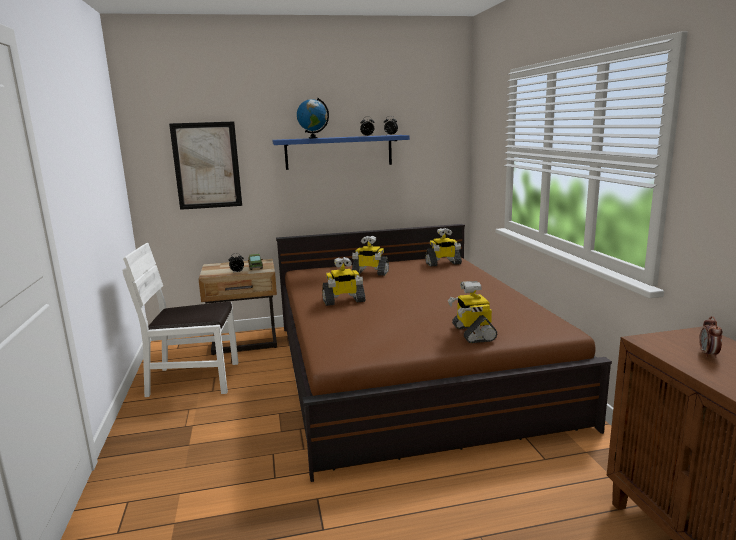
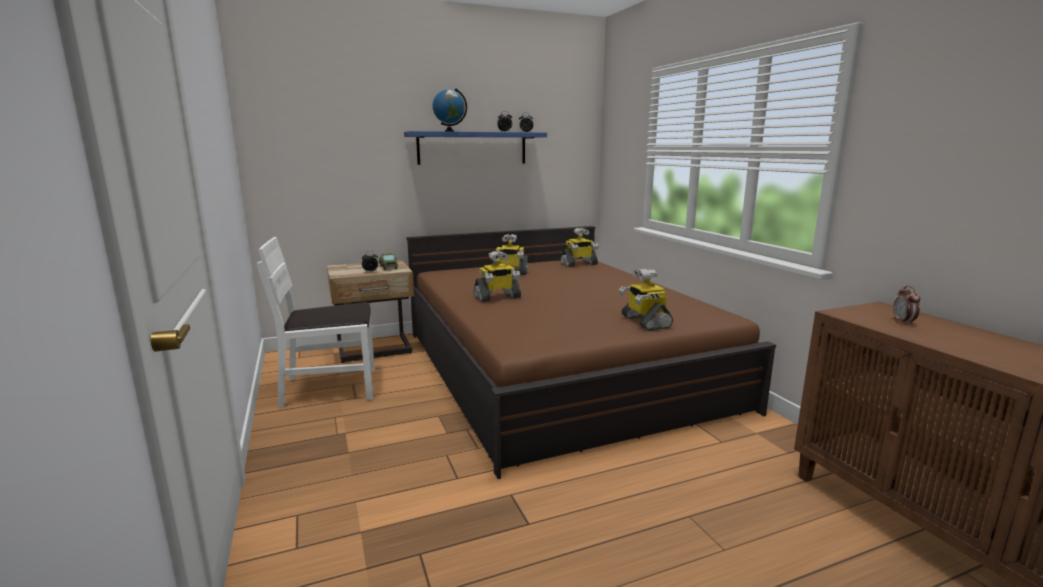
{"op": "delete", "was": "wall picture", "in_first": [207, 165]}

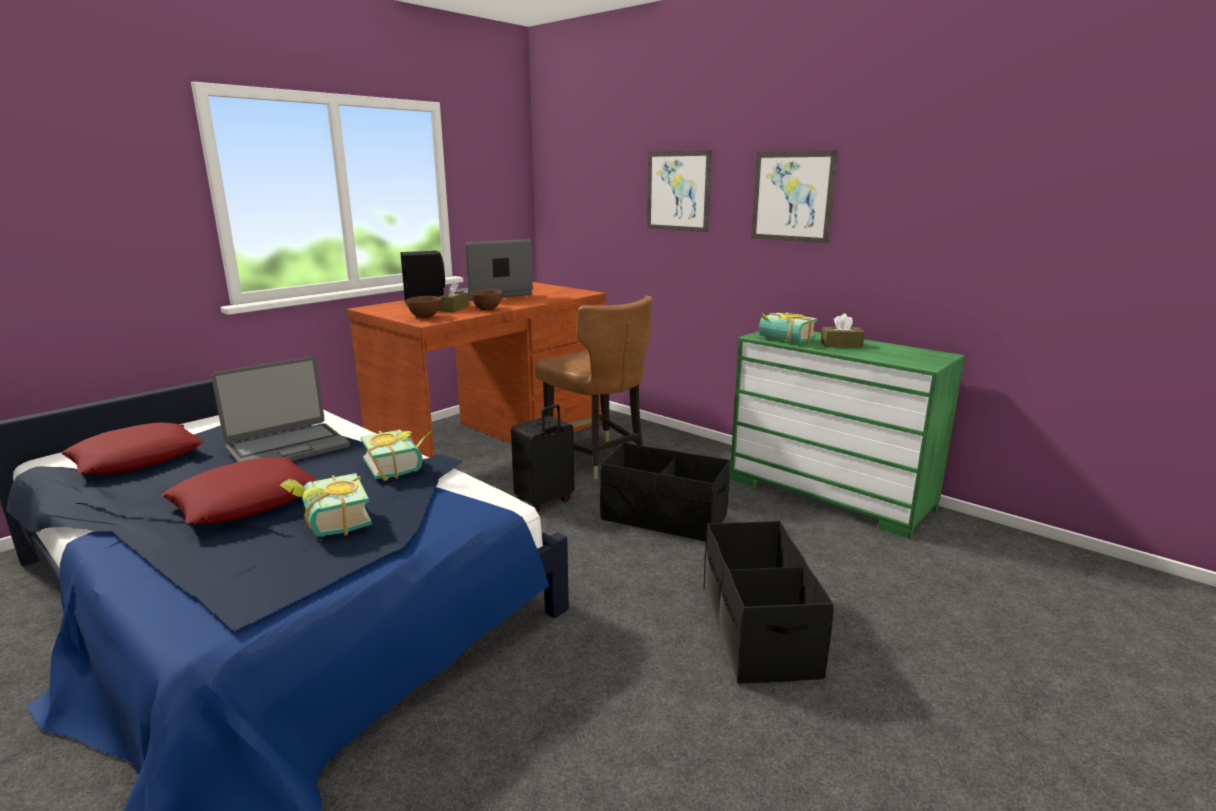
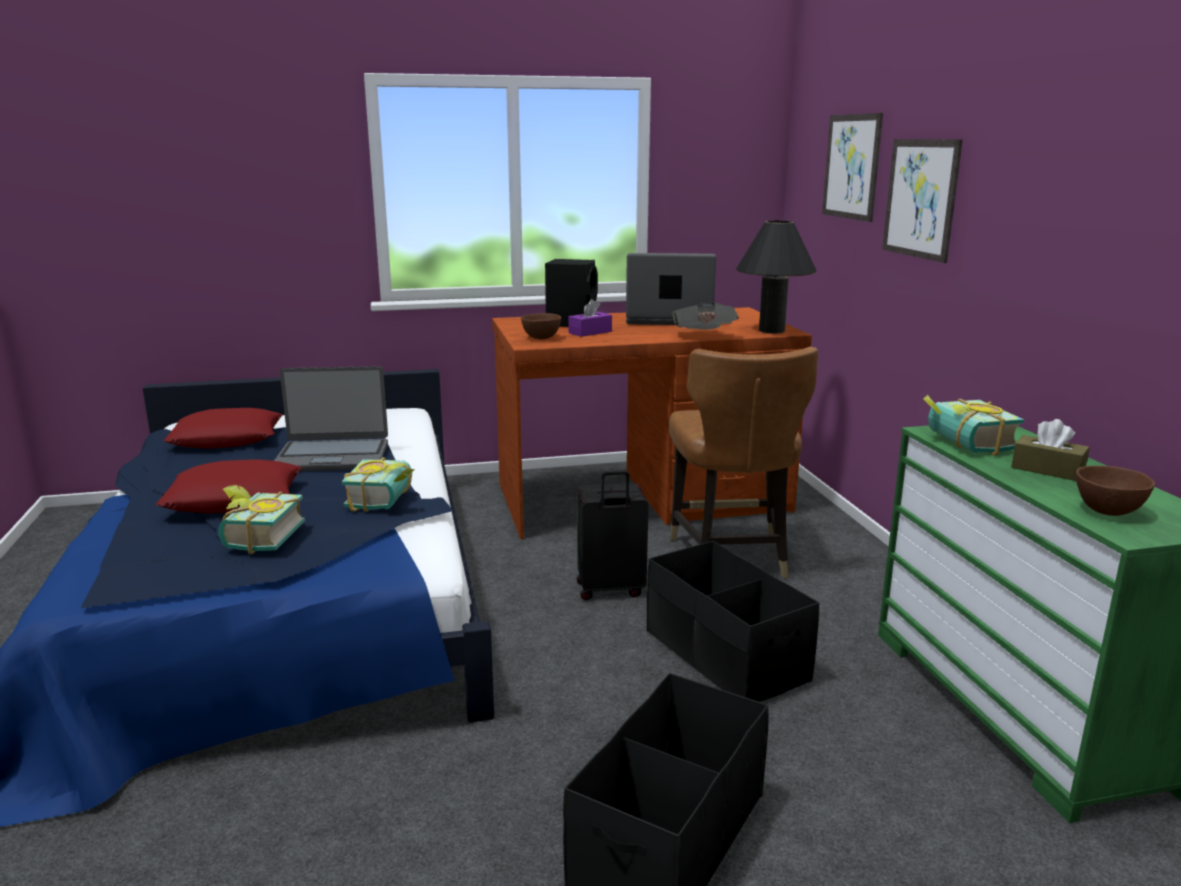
{"op": "move", "was": "wall picture", "in_first": [792, 196], "in_second": [851, 166]}
{"op": "recolor", "was": "tissue holder in brown", "now": "tissue holder in purplish", "in_first": [454, 308], "in_second": [590, 332]}
{"op": "move", "was": "serving bowl in brown", "in_first": [487, 309], "in_second": [1108, 511]}
{"op": "insert", "now": "table lamp in black", "in_second": [771, 330]}
{"op": "insert", "now": "newspaper", "in_second": [704, 336]}

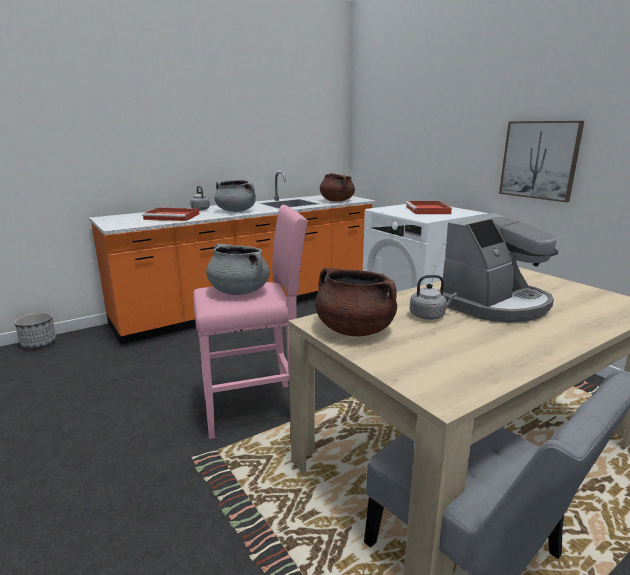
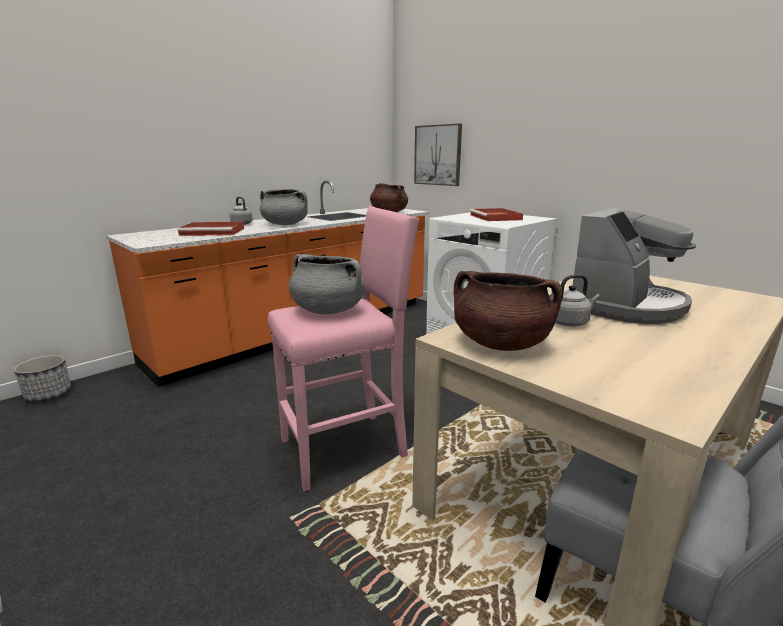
{"op": "move", "was": "wall picture", "in_first": [539, 160], "in_second": [438, 155]}

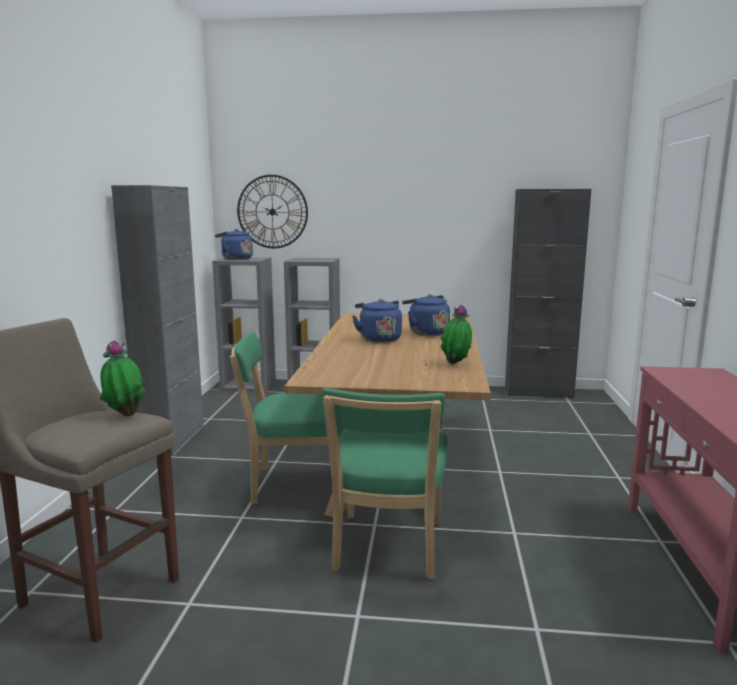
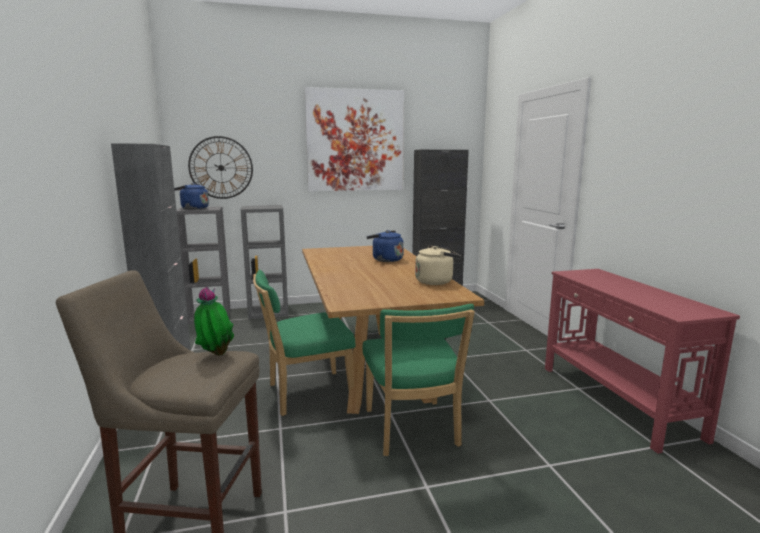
{"op": "delete", "was": "kettle in blue", "in_first": [378, 339]}
{"op": "replace", "was": "plant in a pot", "now": "kettle in sand-coloured", "in_first": [456, 364], "in_second": [436, 281]}
{"op": "insert", "now": "wall picture", "in_second": [355, 141]}

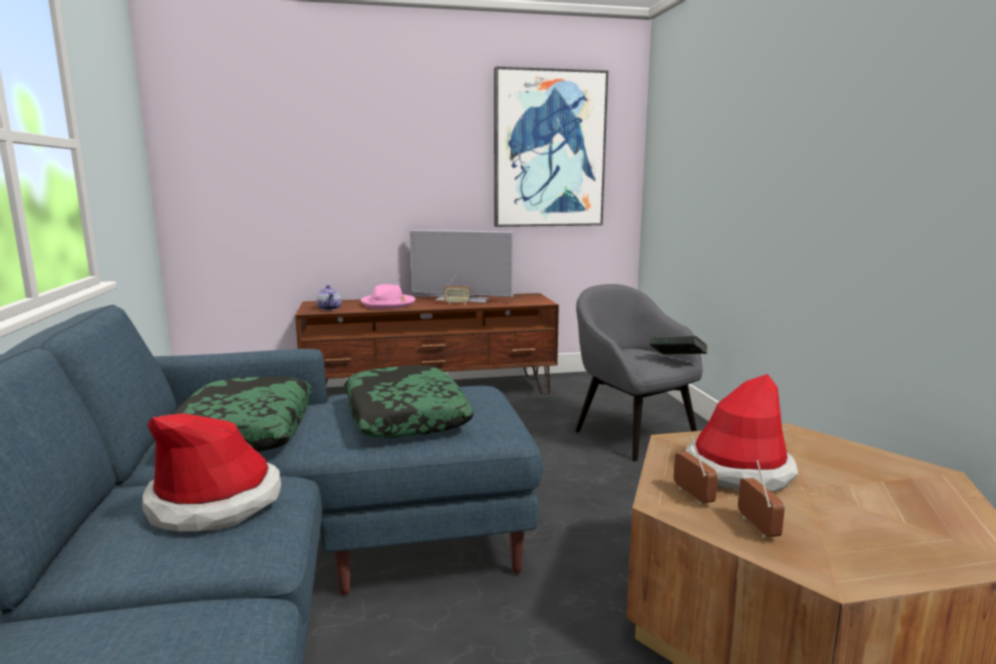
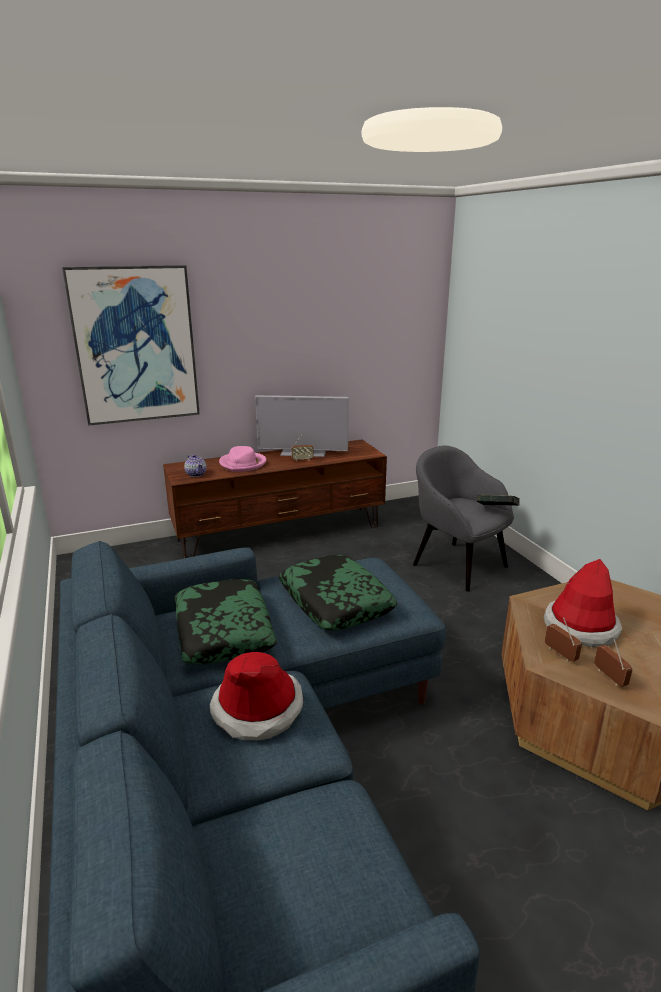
{"op": "move", "was": "wall picture", "in_first": [549, 150], "in_second": [135, 345]}

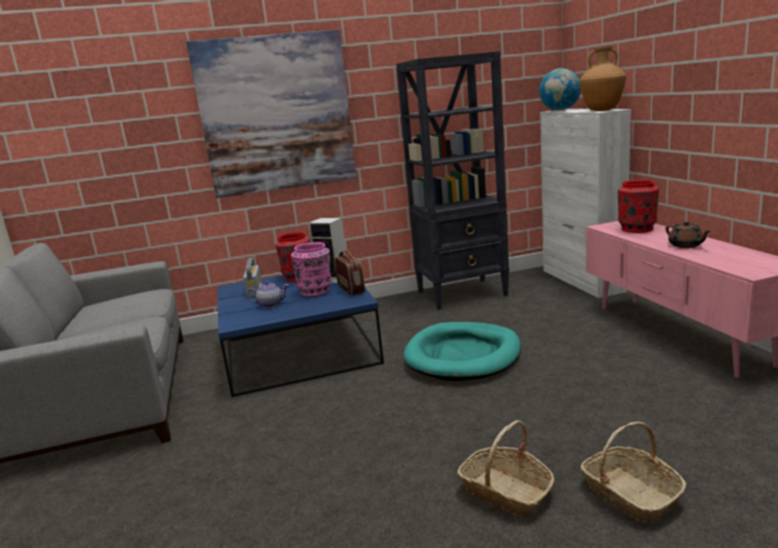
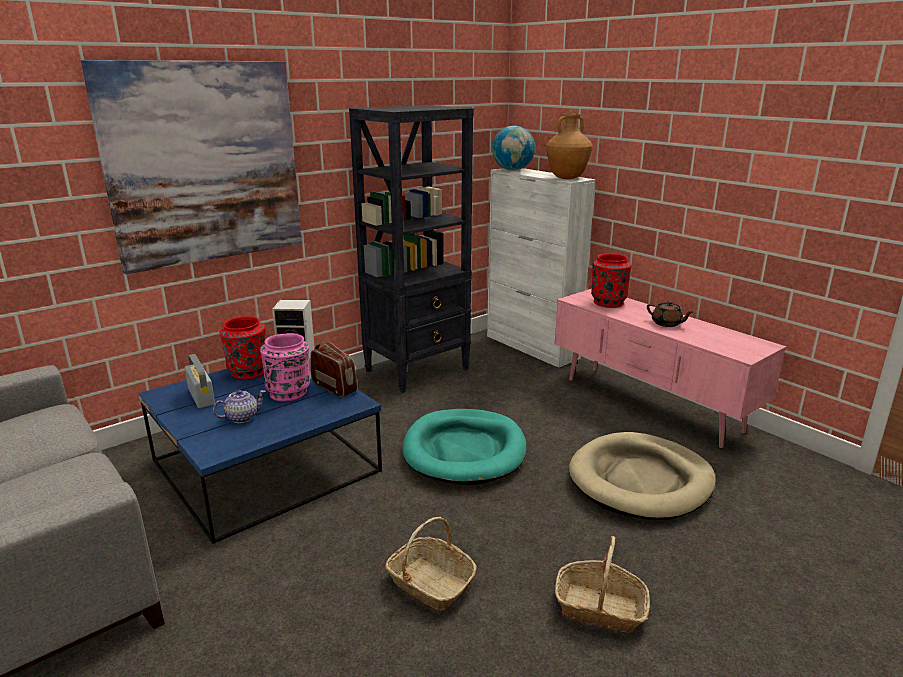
{"op": "move", "was": "basket", "in_first": [630, 494], "in_second": [430, 583]}
{"op": "insert", "now": "dog cushion in sand-coloured", "in_second": [640, 480]}

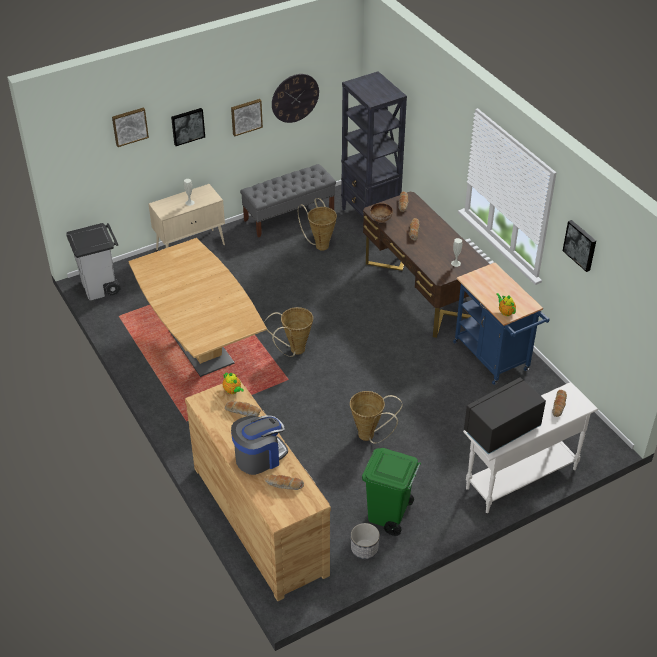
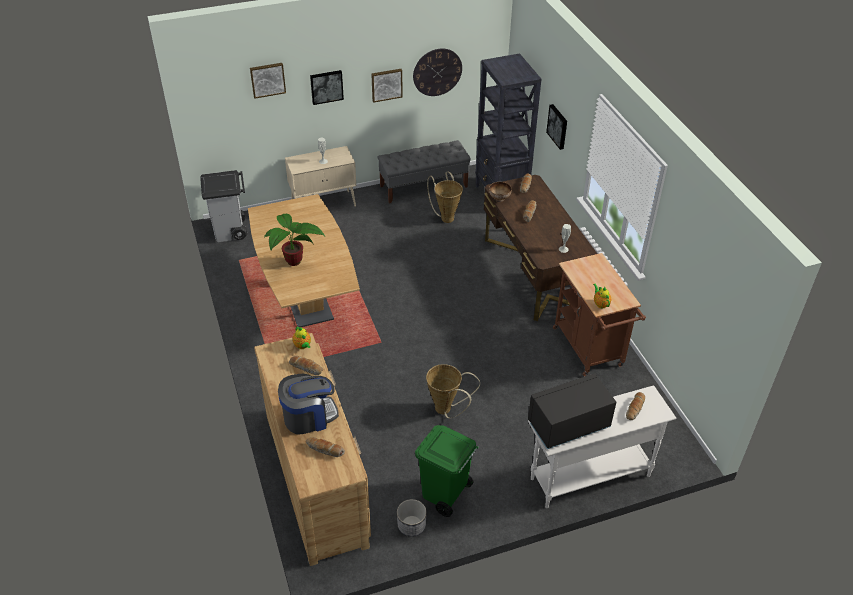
{"op": "move", "was": "wall picture", "in_first": [580, 245], "in_second": [558, 126]}
{"op": "recolor", "was": "wheeled cart in blue", "now": "wheeled cart in brown", "in_first": [494, 359], "in_second": [590, 350]}
{"op": "delete", "was": "basket", "in_first": [294, 350]}
{"op": "insert", "now": "plant in a pot", "in_second": [293, 263]}

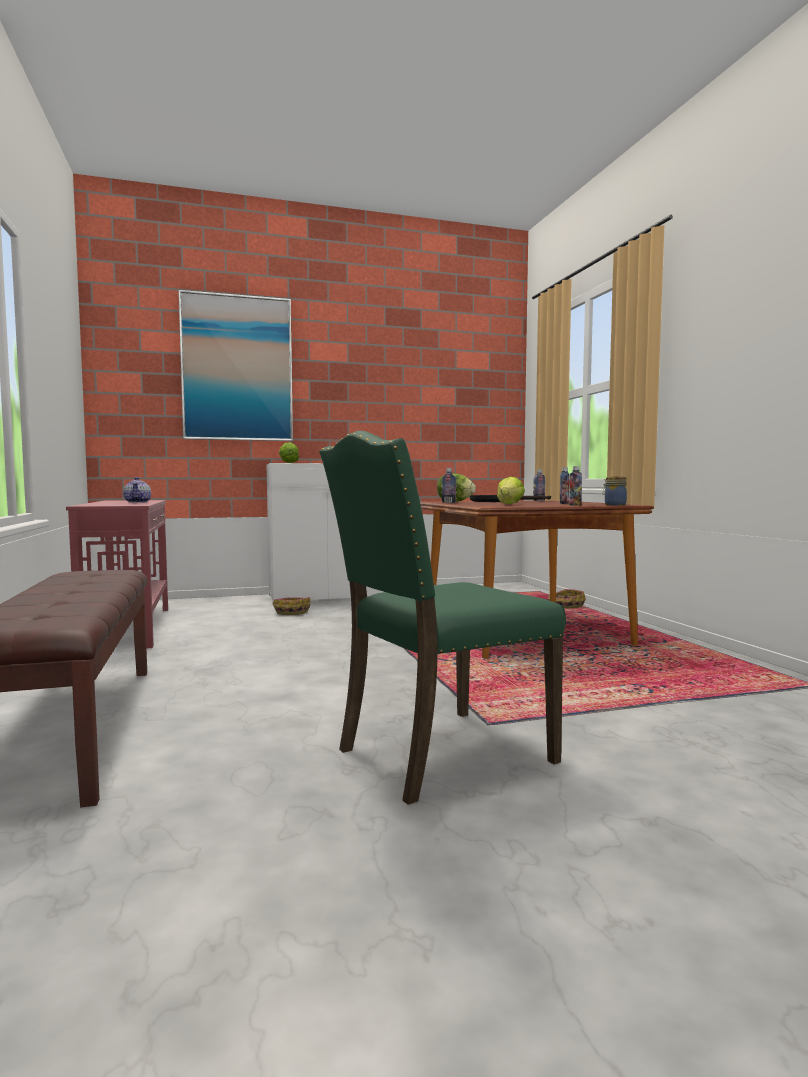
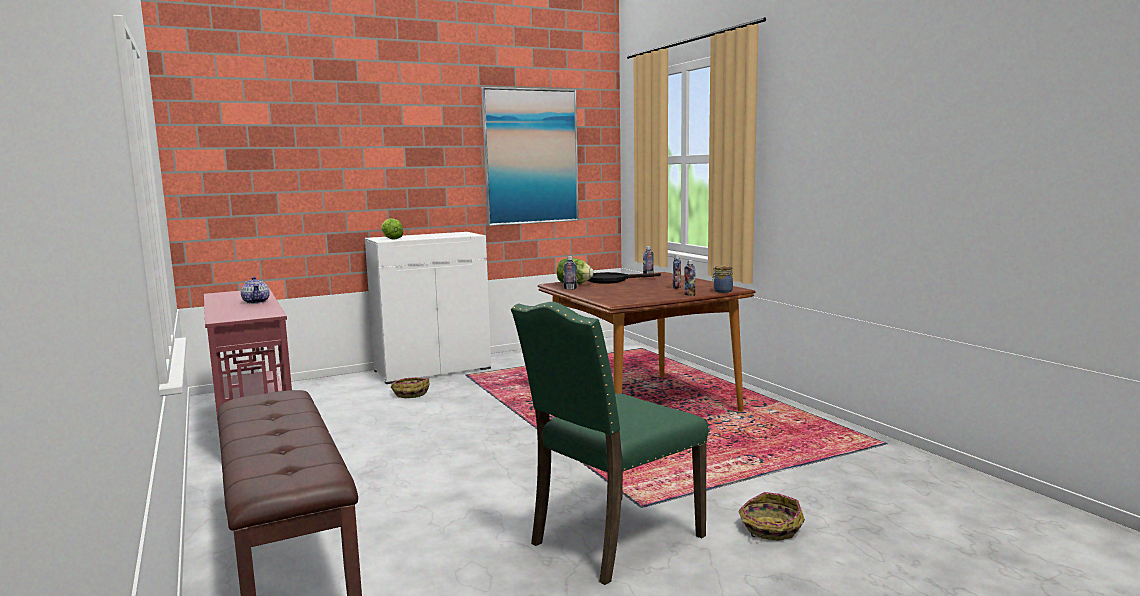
{"op": "move", "was": "wall picture", "in_first": [237, 368], "in_second": [531, 156]}
{"op": "delete", "was": "head of lettuce", "in_first": [509, 504]}
{"op": "move", "was": "basket", "in_first": [565, 606], "in_second": [770, 528]}

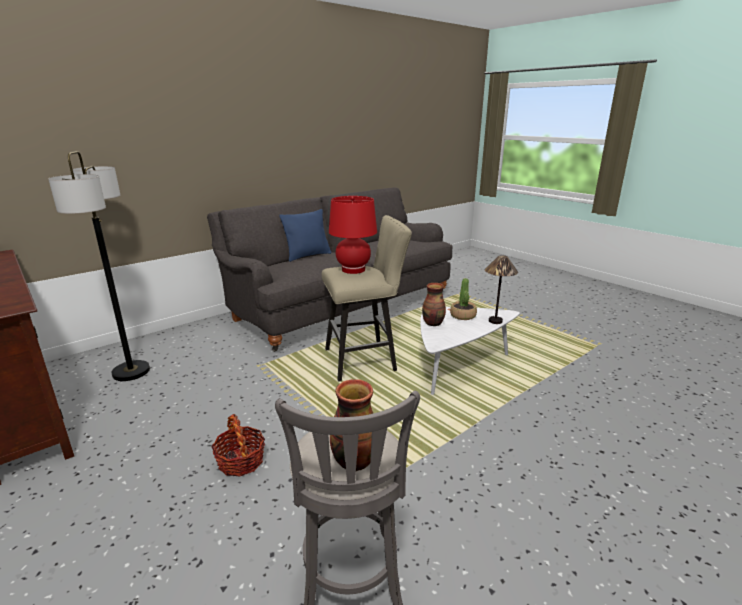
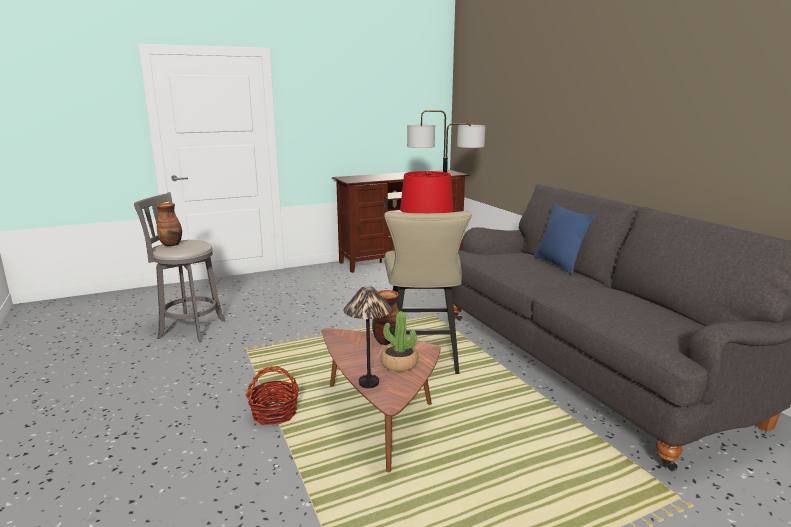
{"op": "recolor", "was": "lounge table in white-coloured", "now": "lounge table in brown", "in_first": [457, 365], "in_second": [380, 417]}
{"op": "move", "was": "basket", "in_first": [240, 461], "in_second": [274, 413]}

